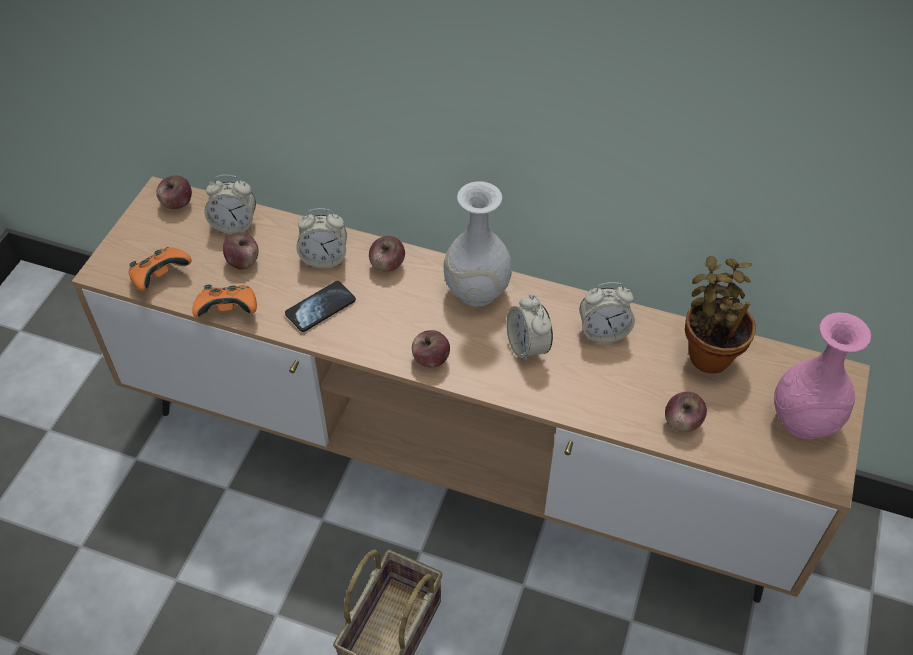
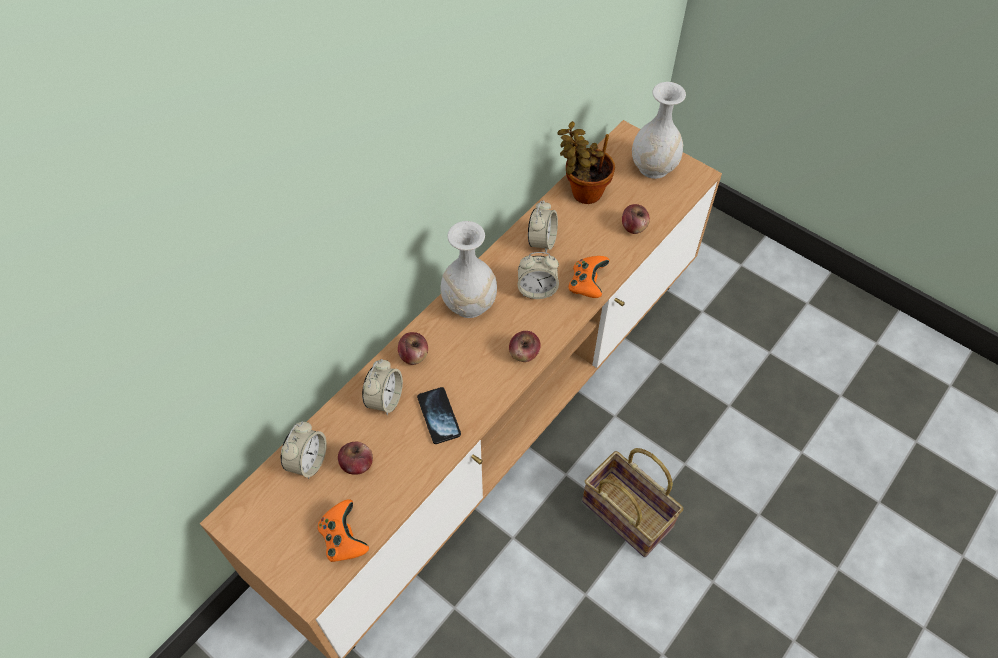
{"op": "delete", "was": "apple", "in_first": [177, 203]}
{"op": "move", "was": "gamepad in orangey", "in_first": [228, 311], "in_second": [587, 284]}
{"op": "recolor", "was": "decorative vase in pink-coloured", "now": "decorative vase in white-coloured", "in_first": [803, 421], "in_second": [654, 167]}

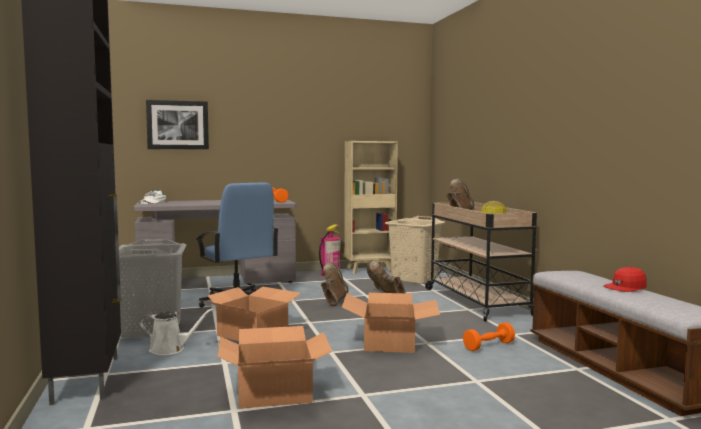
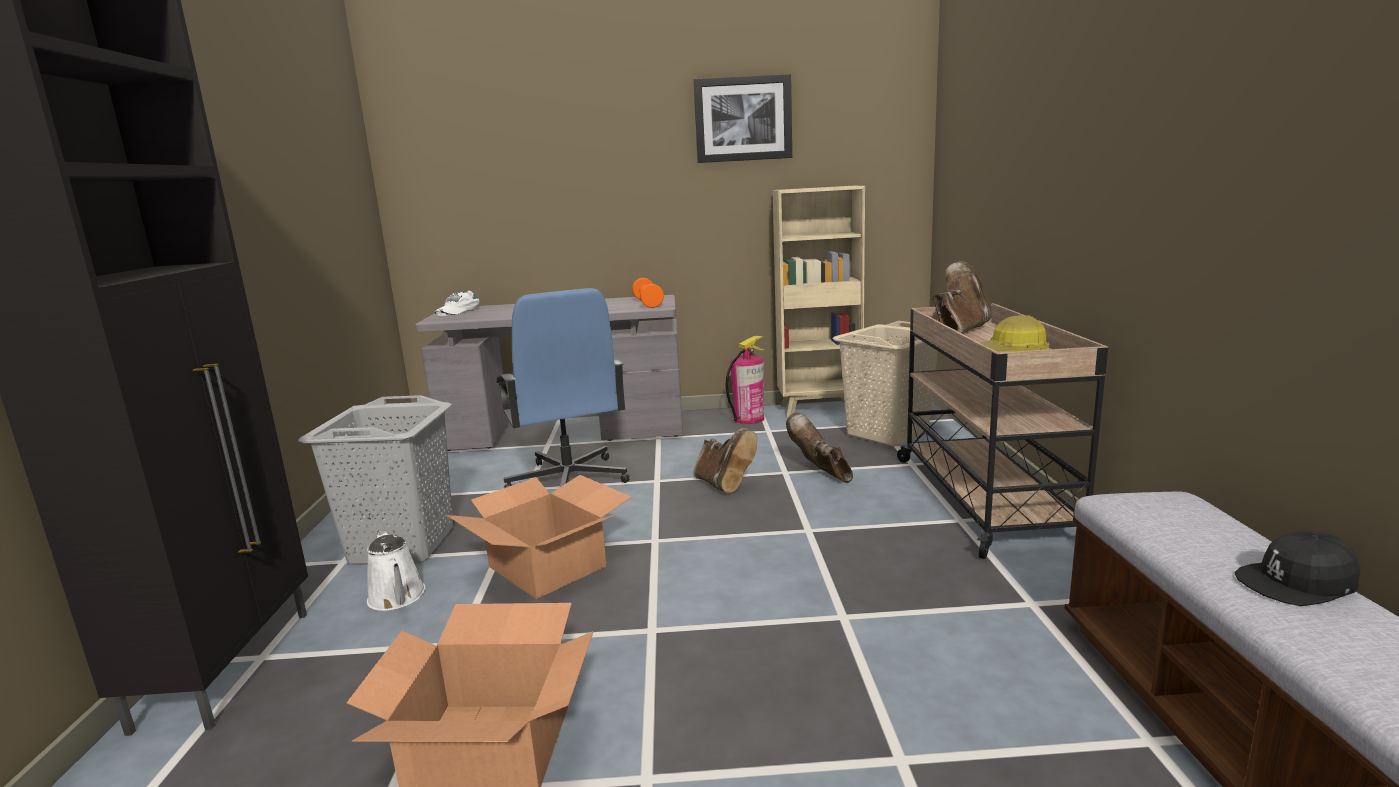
{"op": "move", "was": "wall picture", "in_first": [177, 125], "in_second": [743, 119]}
{"op": "rotate", "was": "tall boot in brown", "in_first": [333, 301], "in_second": [723, 485], "clockwise": 120}
{"op": "recolor", "was": "baseball cap in red", "now": "baseball cap in black", "in_first": [625, 287], "in_second": [1297, 583]}
{"op": "delete", "was": "packing box", "in_first": [390, 342]}
{"op": "rotate", "was": "watering can in white-coloured", "in_first": [170, 349], "in_second": [398, 598], "clockwise": 45}
{"op": "delete", "was": "hand weight in orangey", "in_first": [488, 346]}

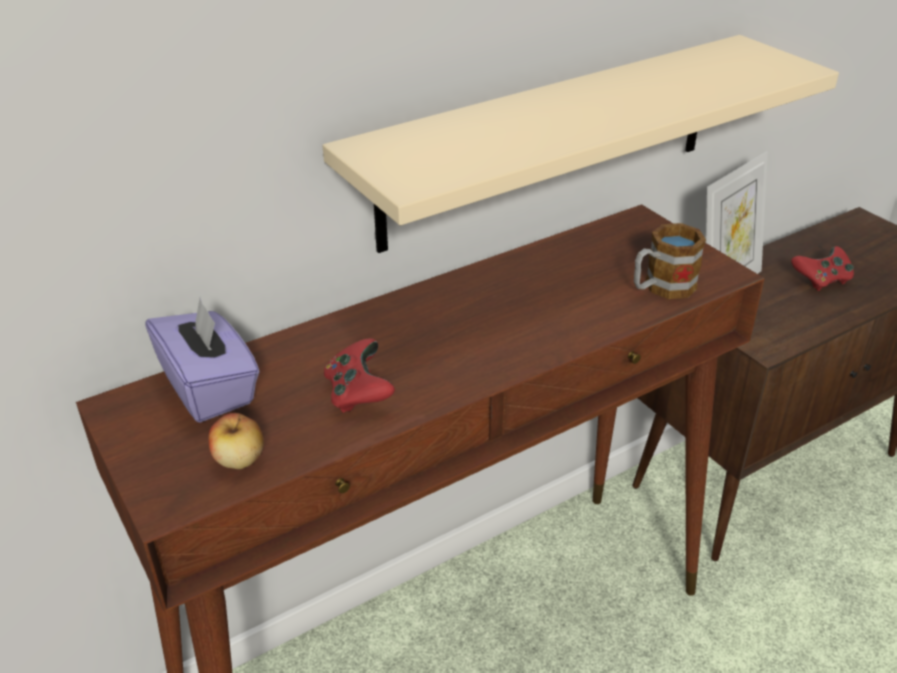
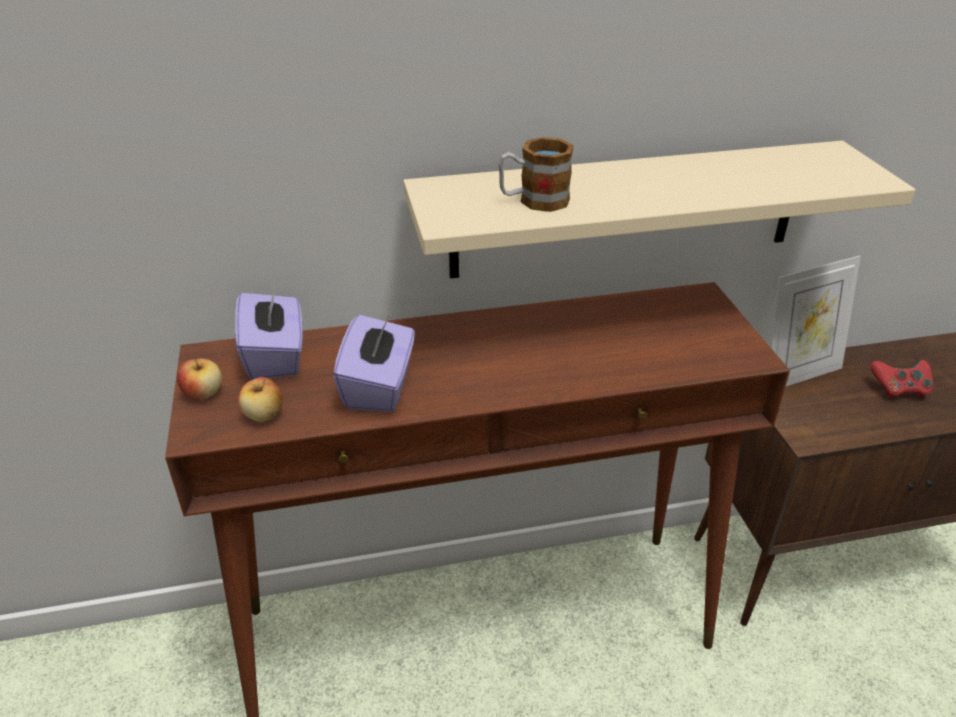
{"op": "move", "was": "tea mug", "in_first": [661, 288], "in_second": [534, 201]}
{"op": "replace", "was": "gamepad in red", "now": "tissue holder in purplish", "in_first": [358, 393], "in_second": [379, 387]}
{"op": "insert", "now": "apple", "in_second": [203, 393]}

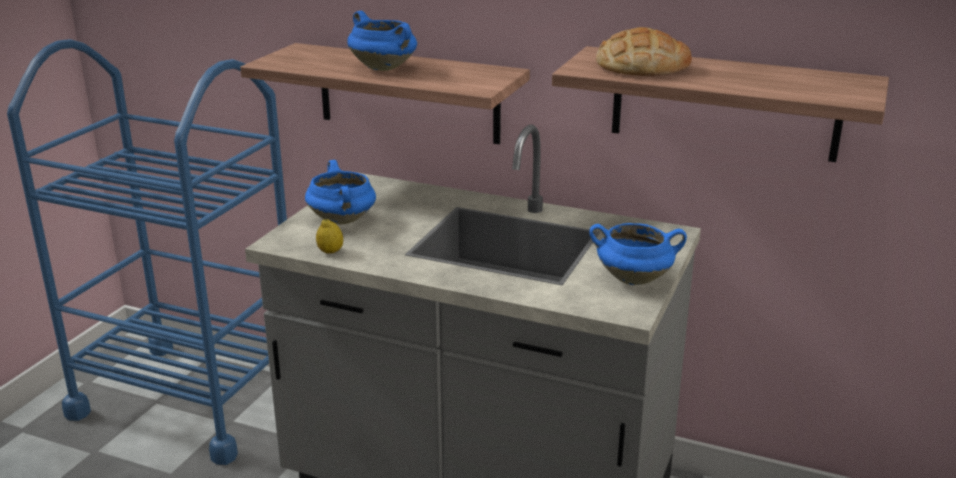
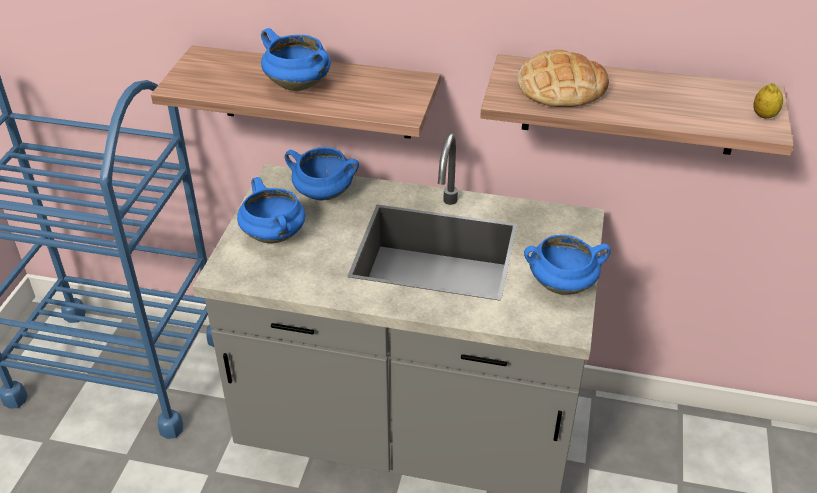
{"op": "move", "was": "citrus fruit", "in_first": [330, 252], "in_second": [764, 116]}
{"op": "insert", "now": "saucepot in blue", "in_second": [322, 194]}

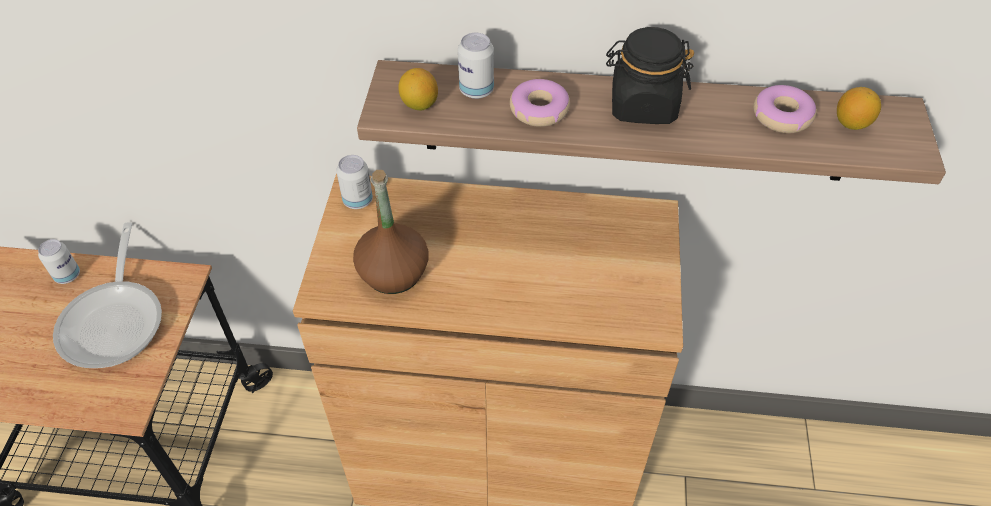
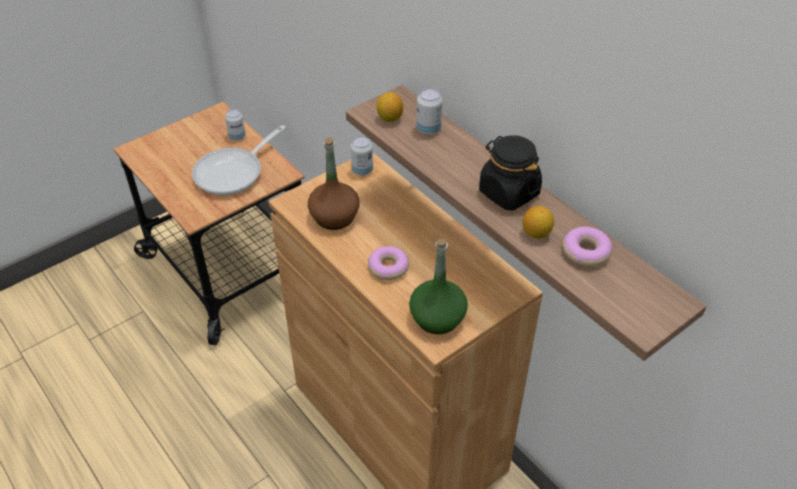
{"op": "move", "was": "donut", "in_first": [539, 110], "in_second": [388, 267]}
{"op": "move", "was": "citrus fruit", "in_first": [851, 123], "in_second": [536, 233]}
{"op": "insert", "now": "beverage bottle in greenish", "in_second": [437, 318]}

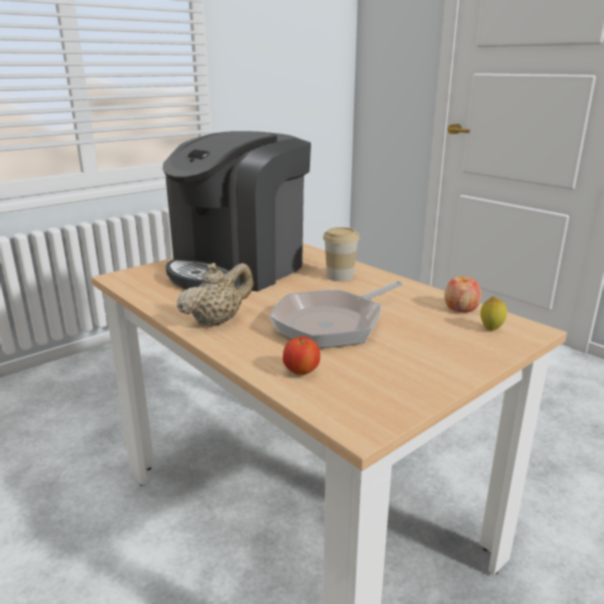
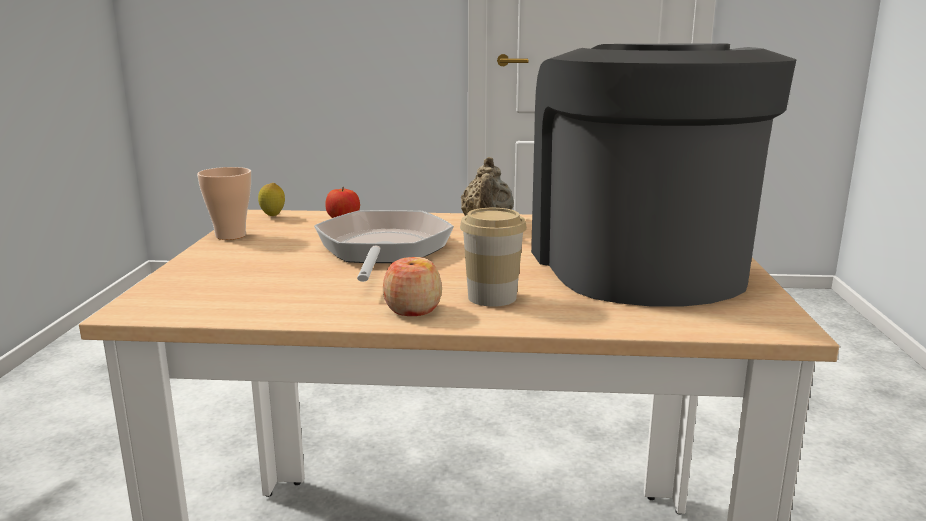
{"op": "move", "was": "apple", "in_first": [461, 308], "in_second": [413, 310]}
{"op": "move", "was": "citrus fruit", "in_first": [491, 329], "in_second": [273, 216]}
{"op": "insert", "now": "small cup", "in_second": [230, 235]}

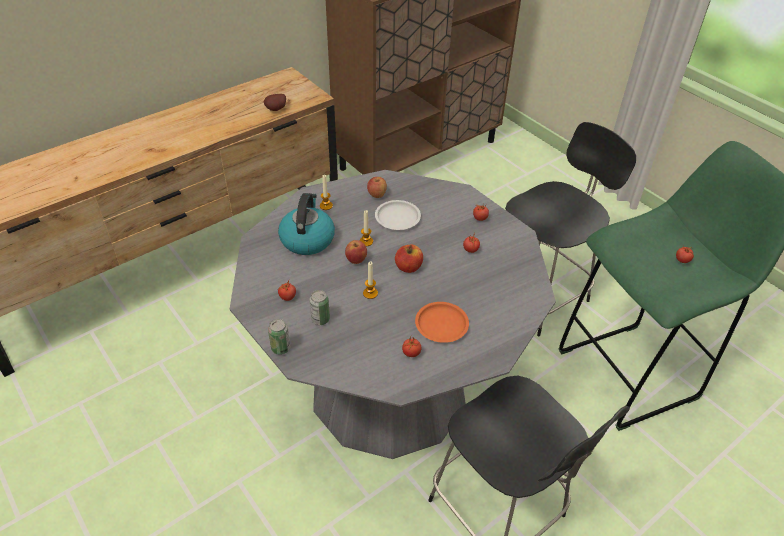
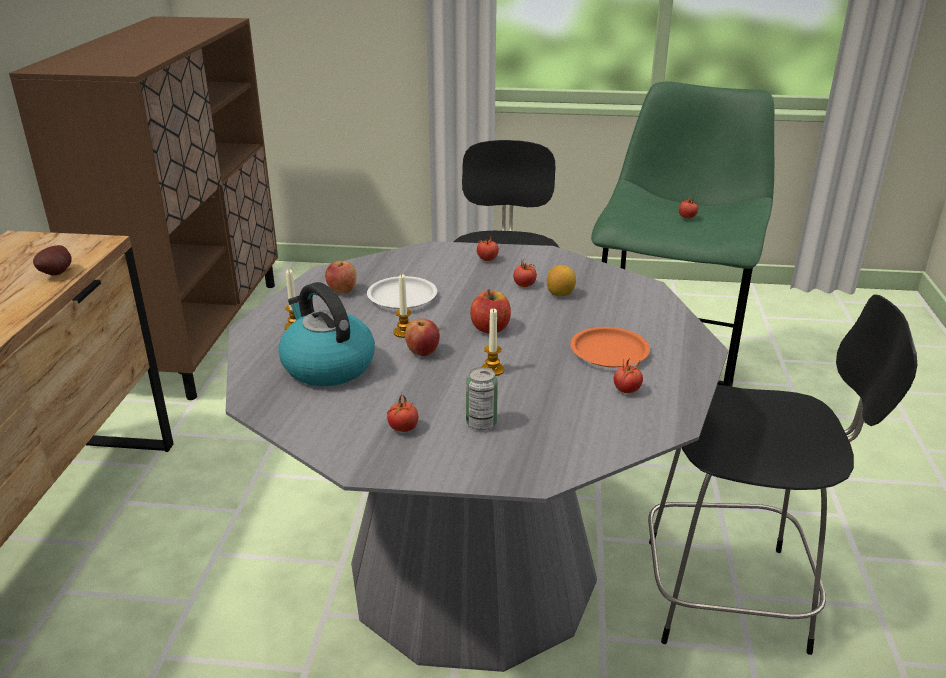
{"op": "delete", "was": "can", "in_first": [281, 348]}
{"op": "insert", "now": "citrus fruit", "in_second": [560, 294]}

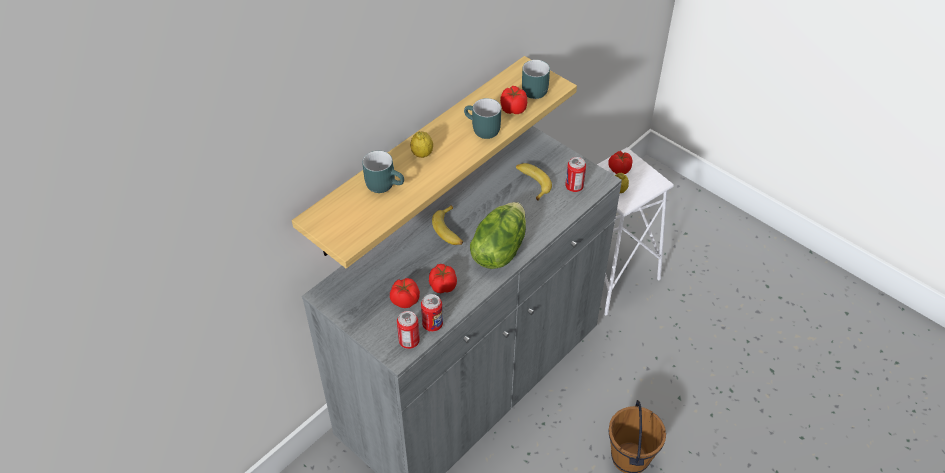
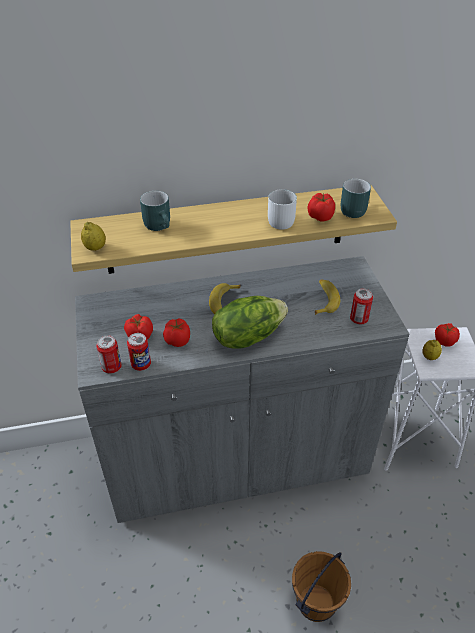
{"op": "recolor", "was": "tea mug in turquoise-coloured", "now": "tea mug in white-coloured", "in_first": [481, 130], "in_second": [277, 220]}
{"op": "move", "was": "citrus fruit", "in_first": [422, 154], "in_second": [95, 248]}

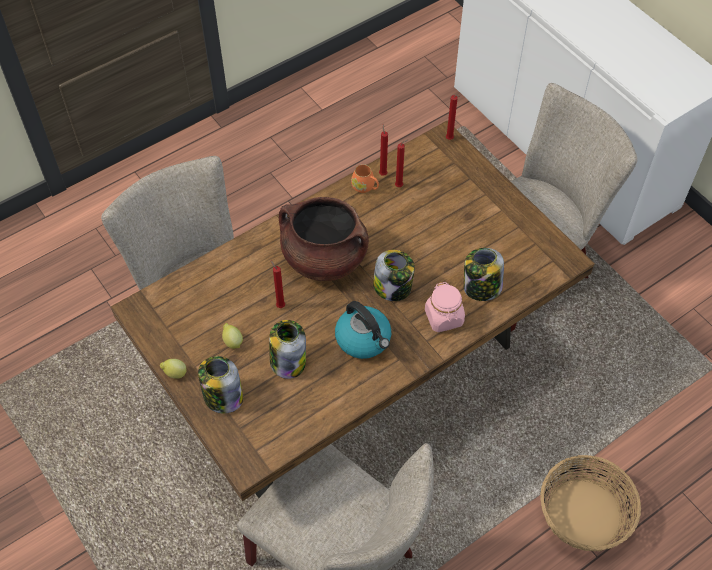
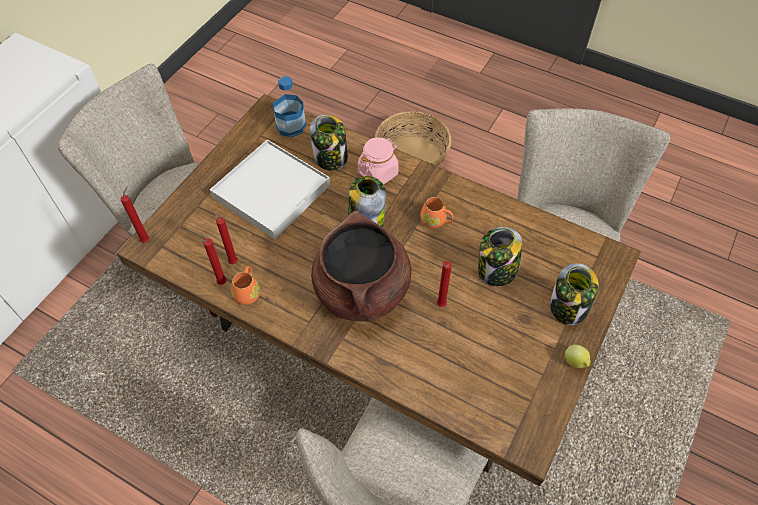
{"op": "replace", "was": "kettle", "now": "tea mug in orangey", "in_first": [364, 339], "in_second": [436, 221]}
{"op": "delete", "was": "citrus fruit", "in_first": [232, 341]}
{"op": "insert", "now": "beverage bottle", "in_second": [291, 126]}
{"op": "insert", "now": "tray in white-coloured", "in_second": [271, 191]}

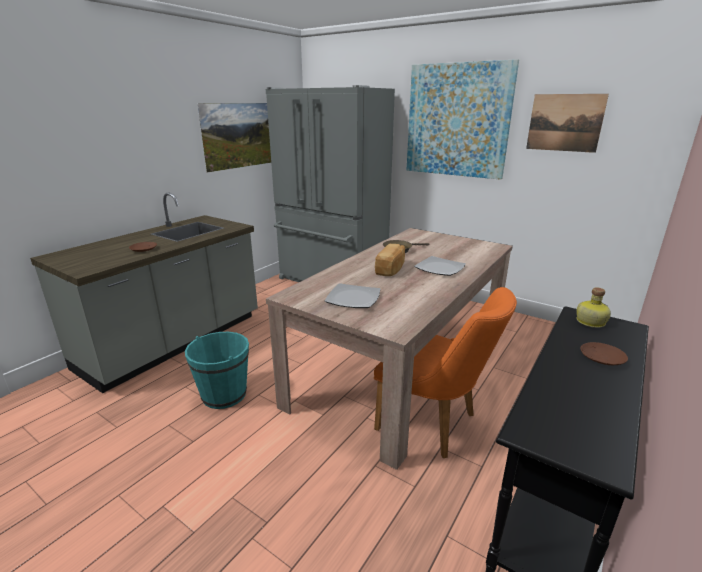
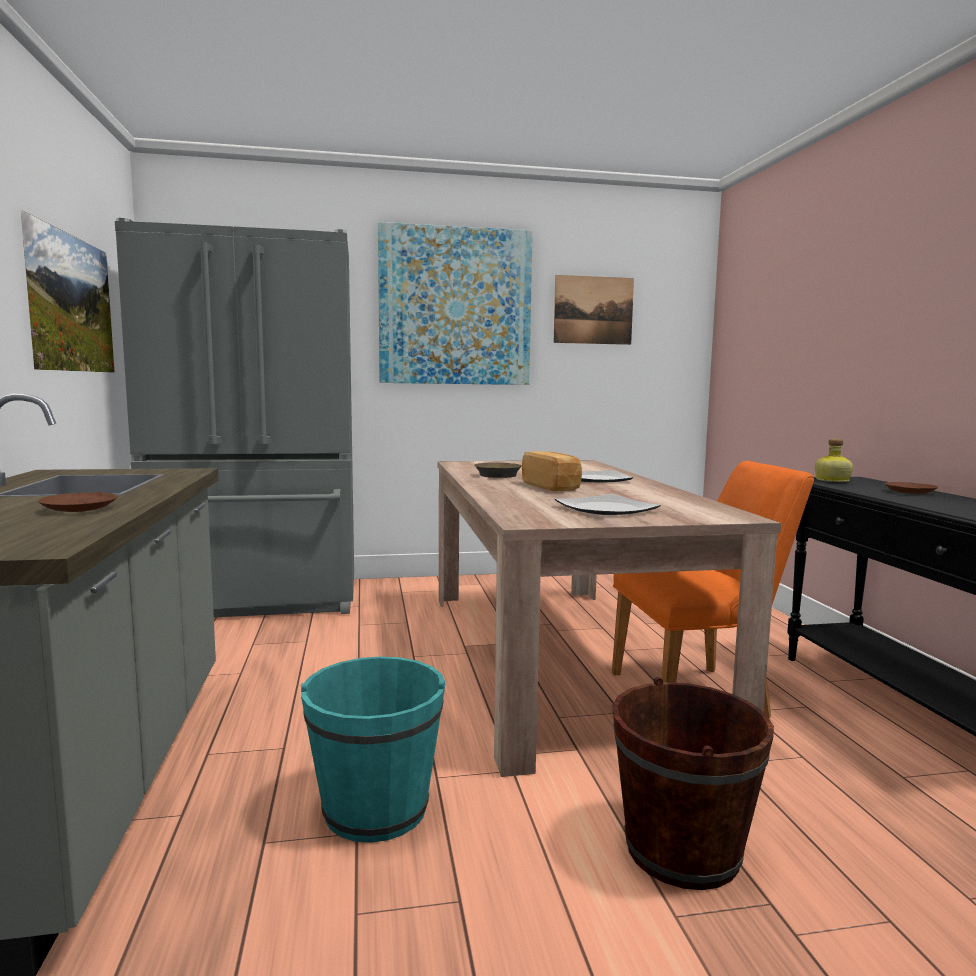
{"op": "insert", "now": "water bucket in brown", "in_second": [682, 850]}

